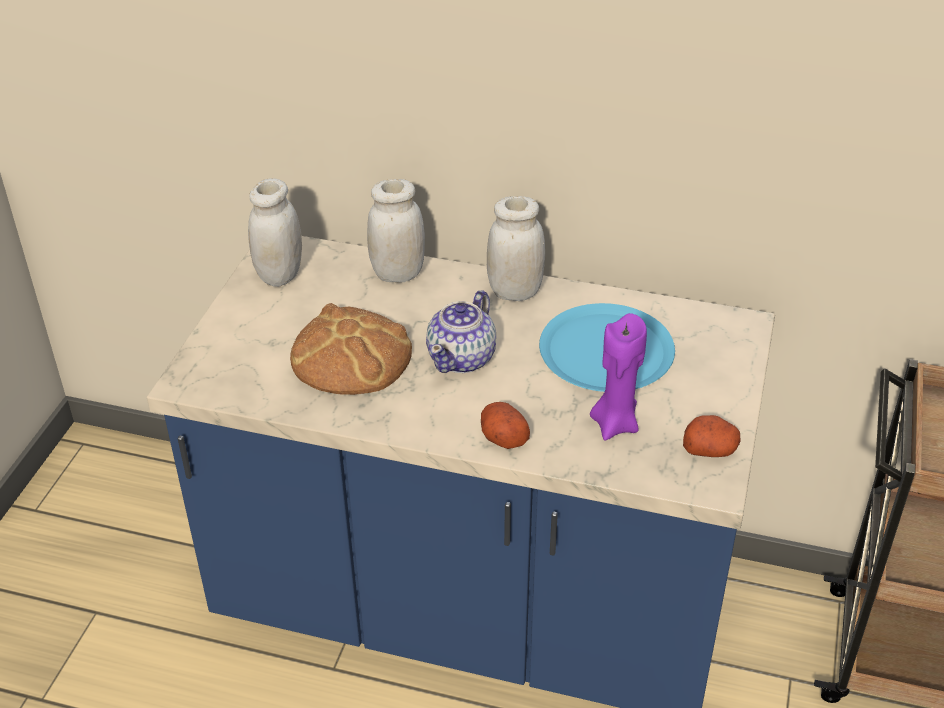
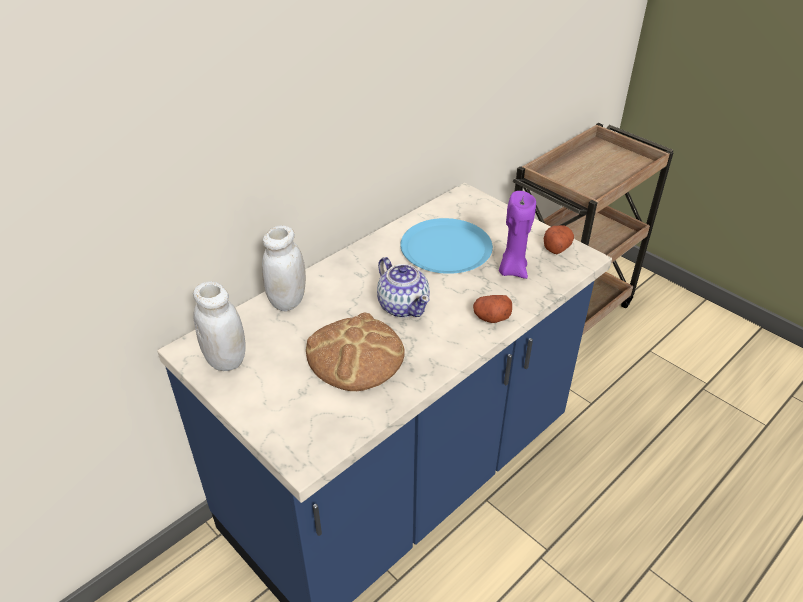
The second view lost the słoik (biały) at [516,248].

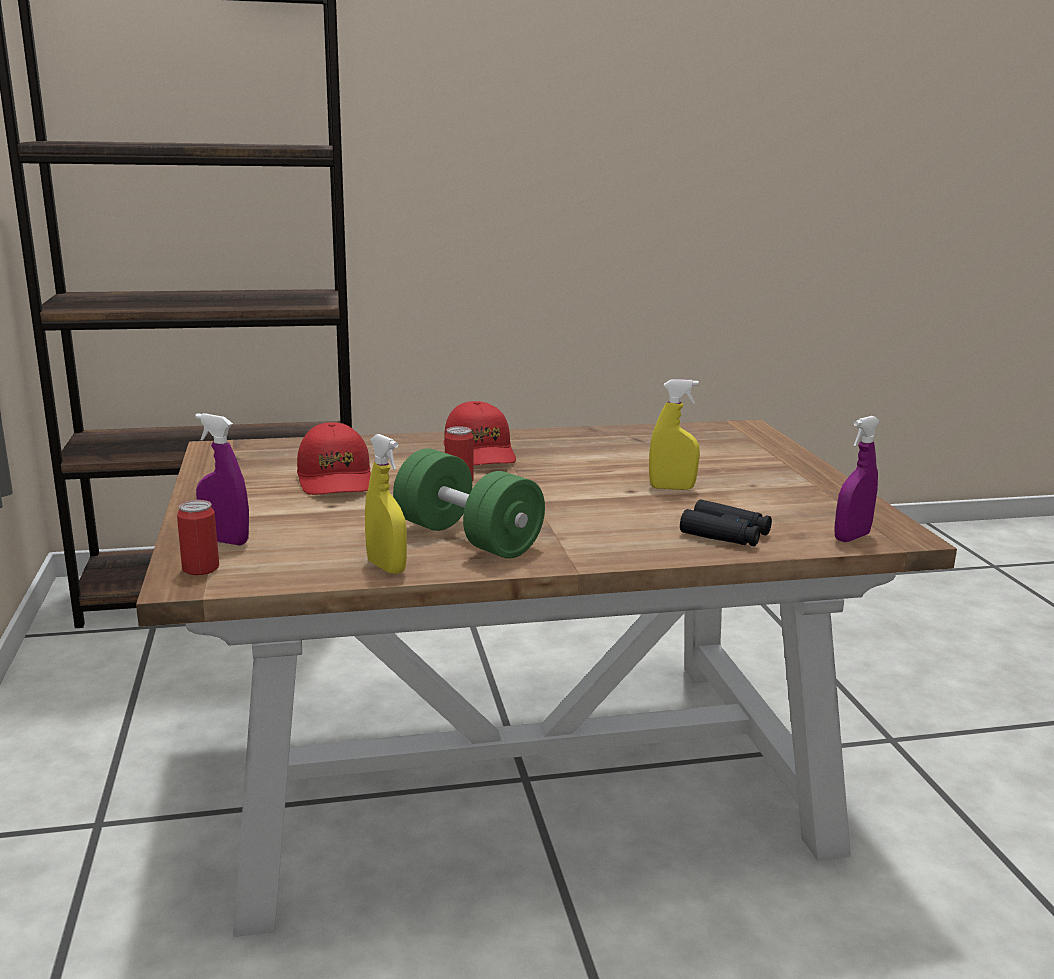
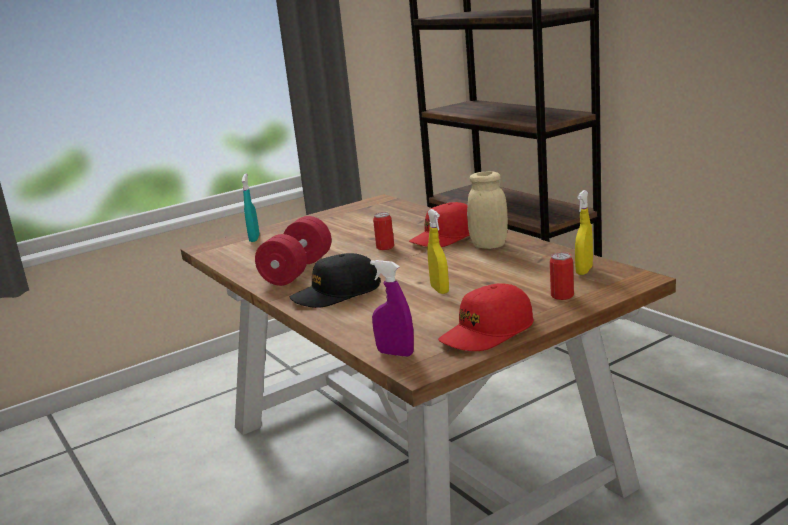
The puszka ended up elsewhere, having gone from [198,537] to [562,276].
What was the spryskiwacz (fioletowy) at [222,479] turned into the spryskiwacz (turkusowy) at [251,207].
The czapka z daszkiem (czerwony) ended up elsewhere, having gone from [334,458] to [486,317].
The spryskiwacz (żółty) ended up elsewhere, having gone from [386,504] to [584,232].
What was the hantel (zielony) at [469,503] turned into the hantel (czerwony) at [293,251].
The second view lost the lornetka (czarny) at [726,522].
The second view gained the czapka z daszkiem (czarny) at [335,280].
The second view gained the słoik (beżowy) at [487,210].

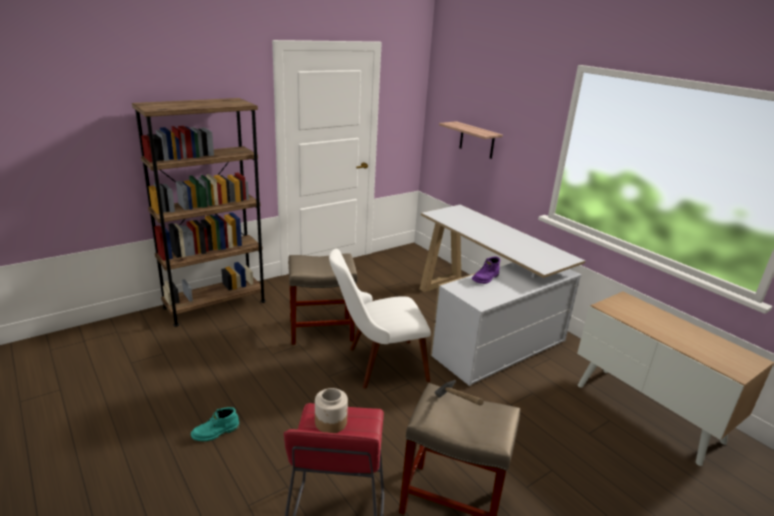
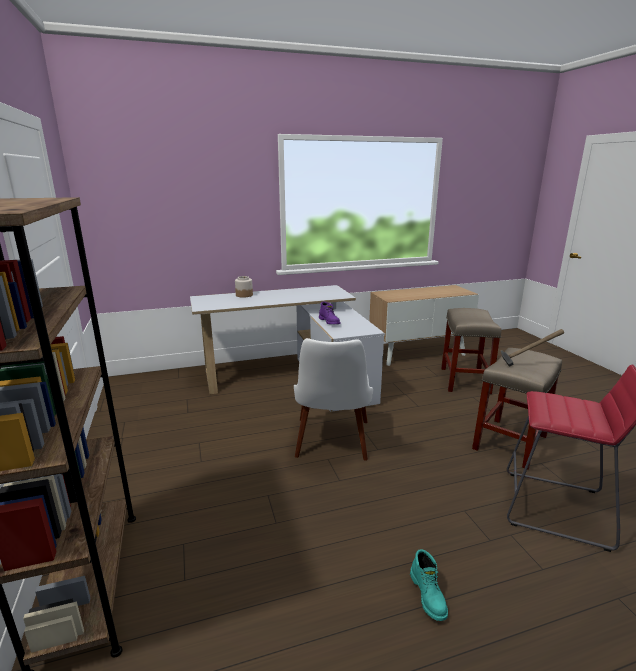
The stołek (beżowy) ended up elsewhere, having gone from [322,299] to [471,351].
The słoik ended up elsewhere, having gone from [331,410] to [244,287].
The second view lost the półka at [471,140].

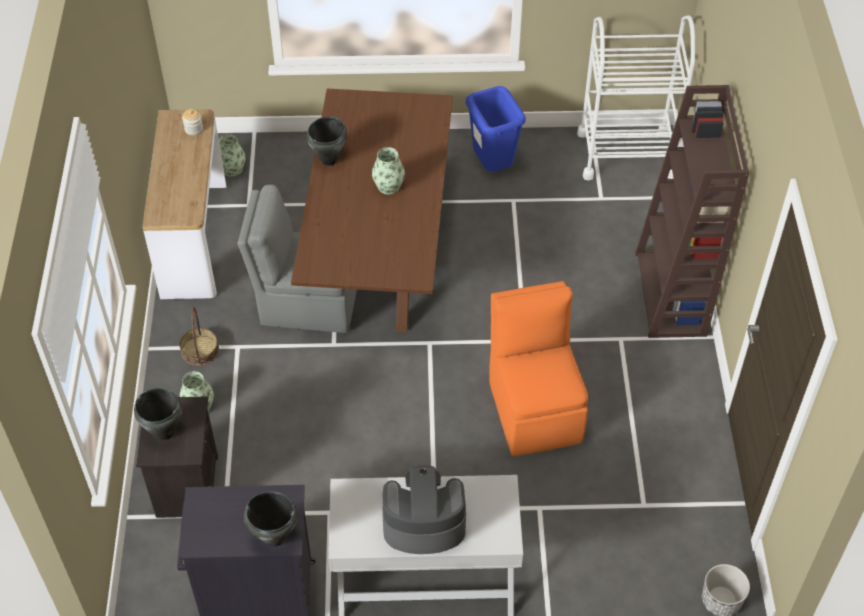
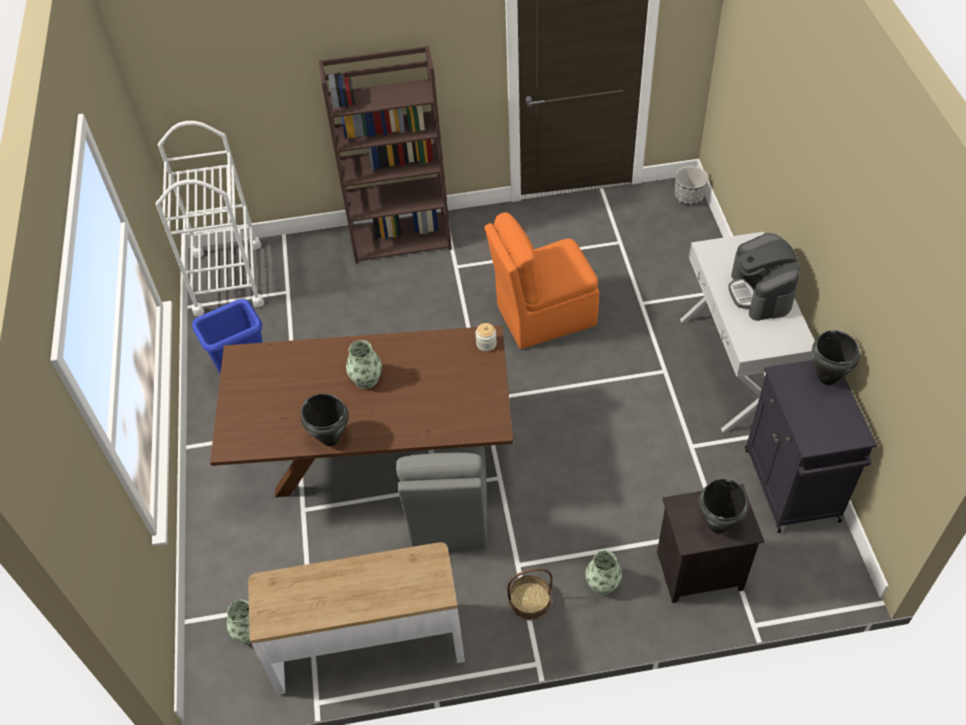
The słoik ended up elsewhere, having gone from [192,122] to [486,337].

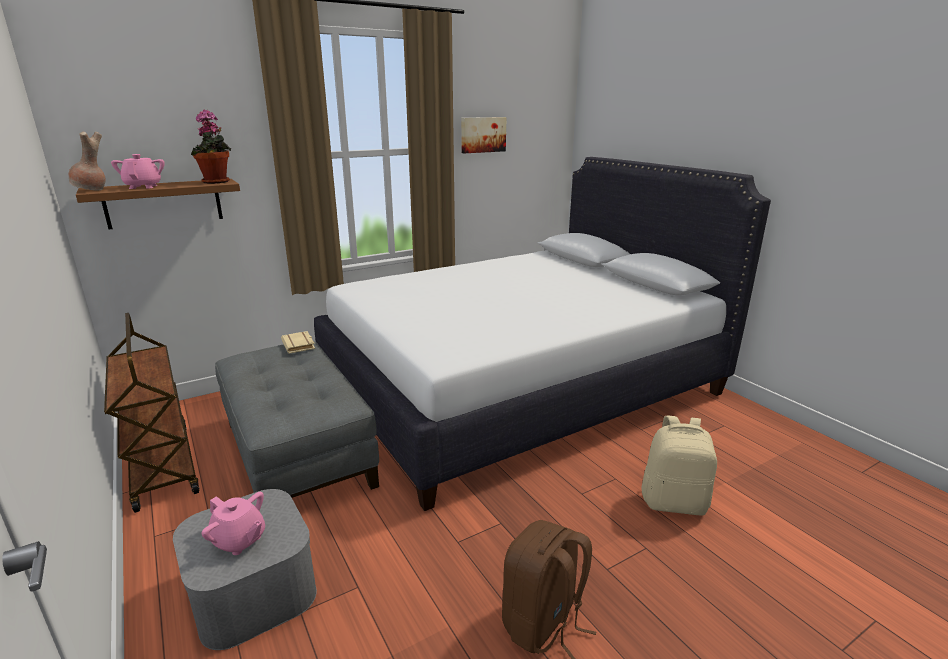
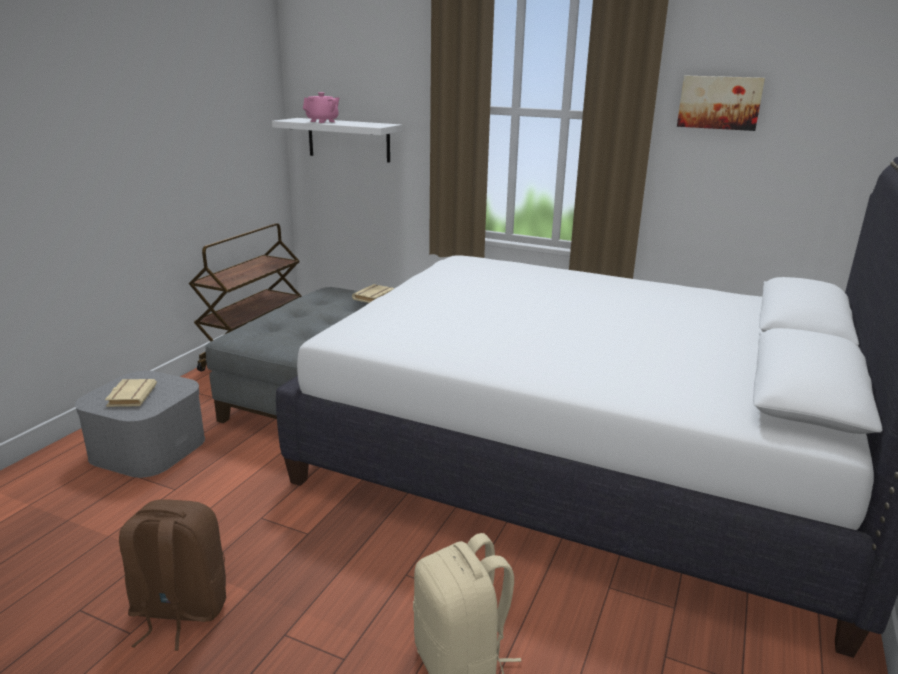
The second view lost the wazon (brązowy) at [87,161].
What was the półka (brązowy) at [158,204] turned into the półka (biały) at [337,140].
The second view lost the roślina doniczkowa at [211,147].
Where the imbryk (różowy) stood at [233,523], the książka (beżowy) came to stand at [131,393].

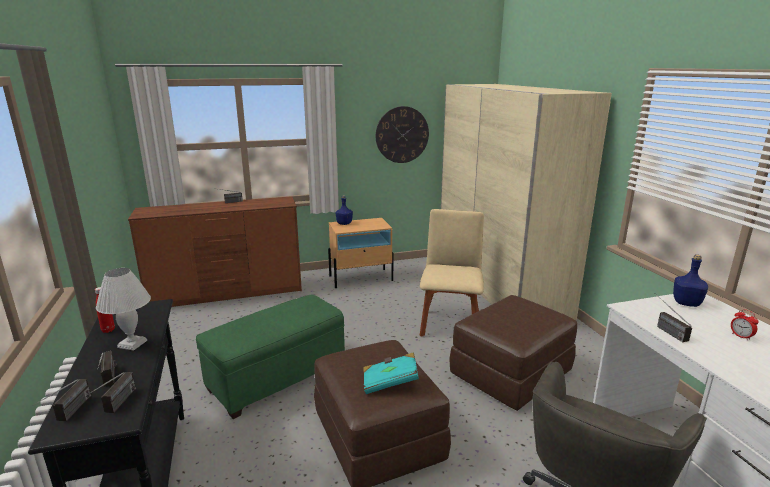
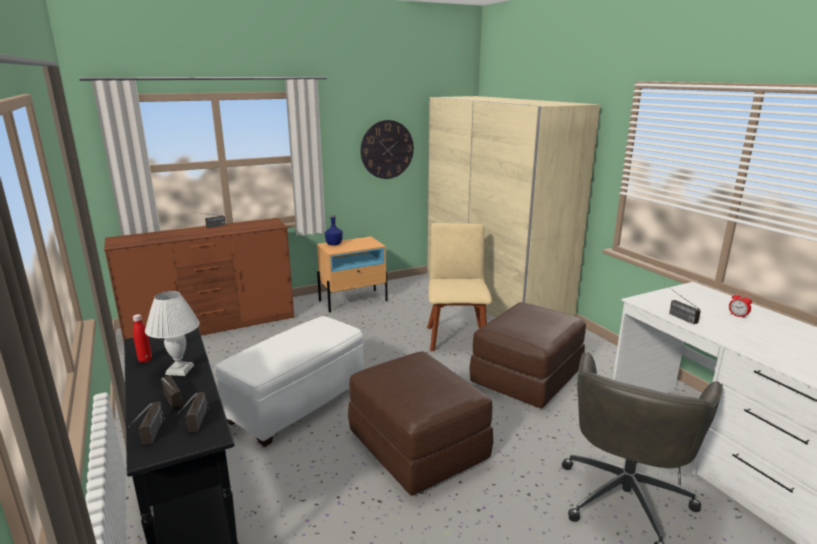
What was the pufa (zielony) at [270,357] turned into the pufa (biały) at [289,381].
The second view lost the książka (turkusowy) at [391,373].
The second view lost the butelka (niebieski) at [690,280].

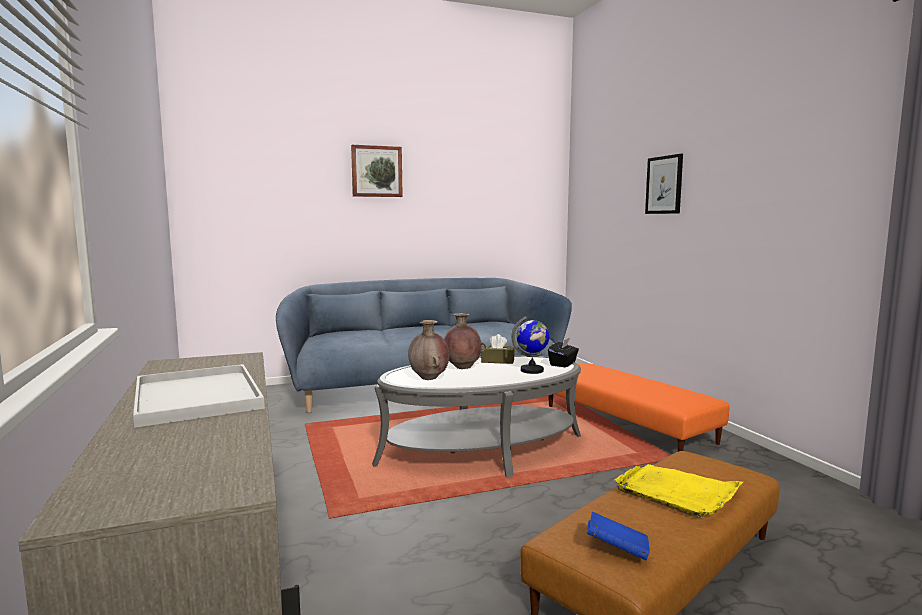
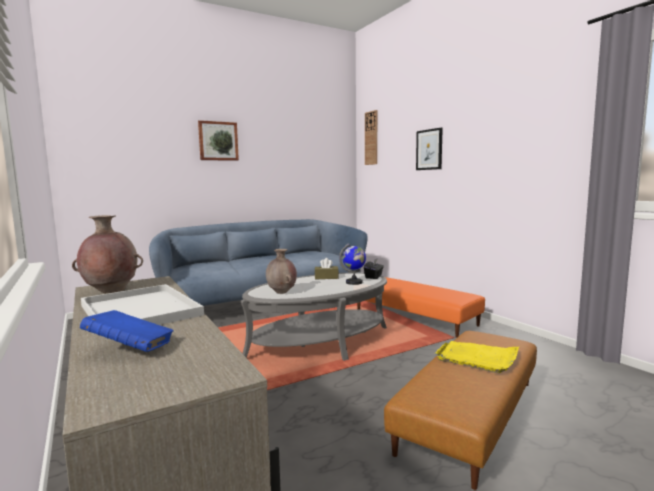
The wazon (brązowy) ended up elsewhere, having gone from [465,341] to [107,254].
The książka (niebieski) ended up elsewhere, having gone from [618,536] to [126,331].
The second view gained the zegar ścienny at [371,137].

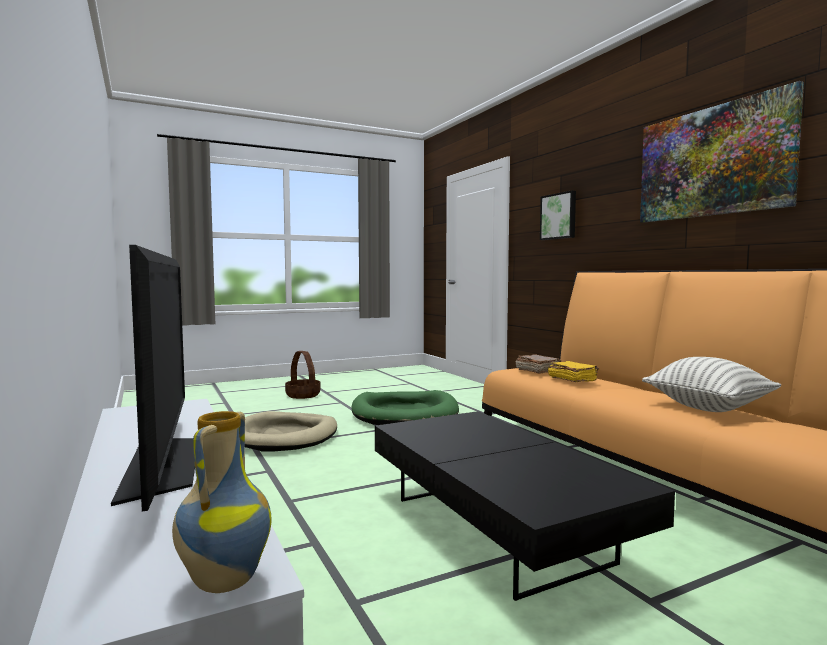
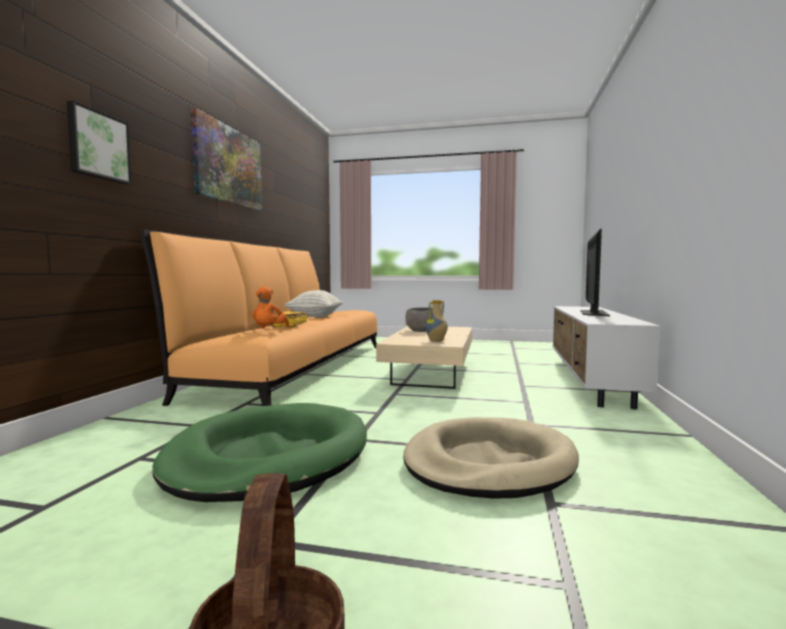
The wazon ended up elsewhere, having gone from [221,502] to [436,321].
What was the ława (czarny) at [525,506] turned into the ława (beżowy) at [424,357].
Where the książka (brązowy) stood at [538,364], the pluszak (pomarańczowy) came to stand at [271,307].
The second view gained the miska (szary) at [418,319].

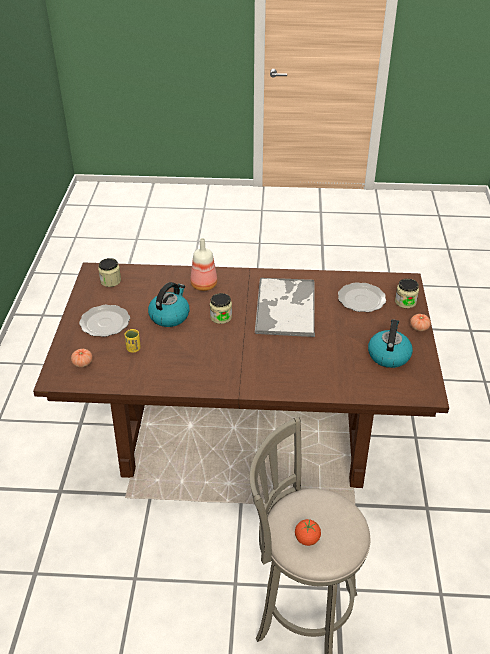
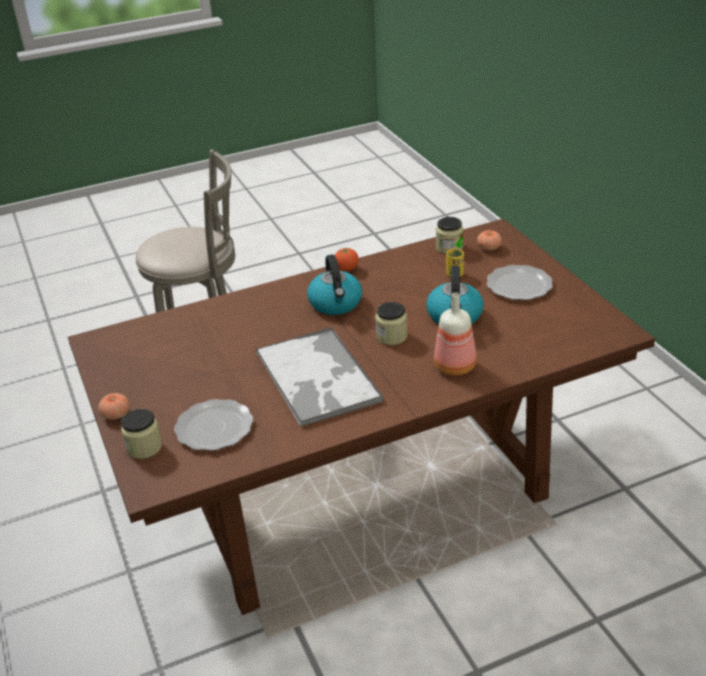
The słoik ended up elsewhere, having gone from [109,272] to [449,235].
The pomidor ended up elsewhere, having gone from [308,532] to [347,259].
The czajnik ended up elsewhere, having gone from [390,343] to [334,284].

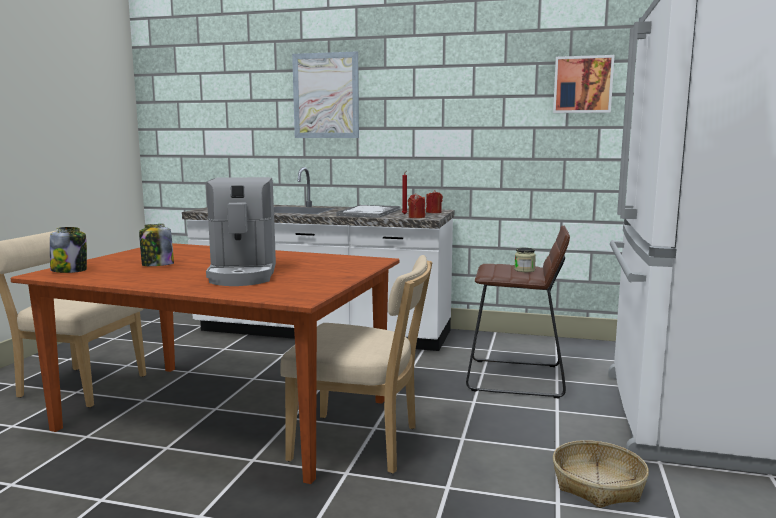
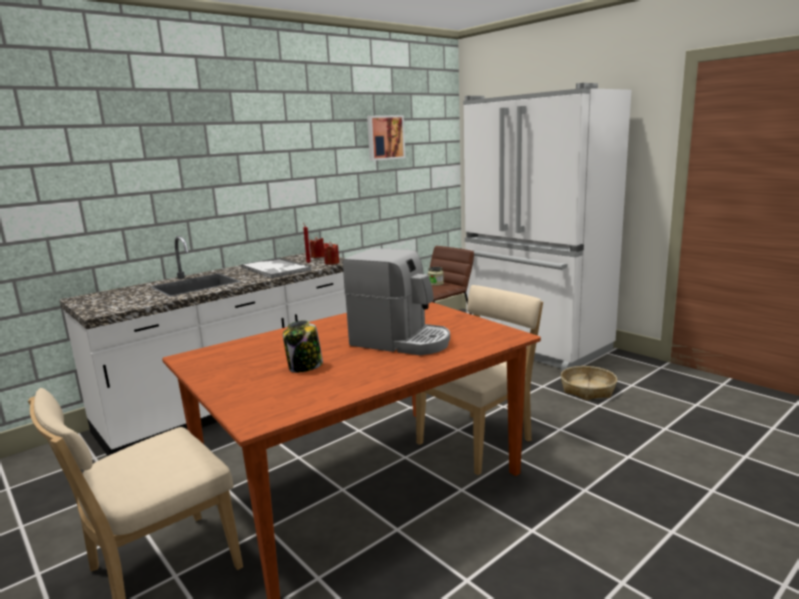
The second view lost the słoik at [68,250].
The second view lost the obraz at [325,94].

